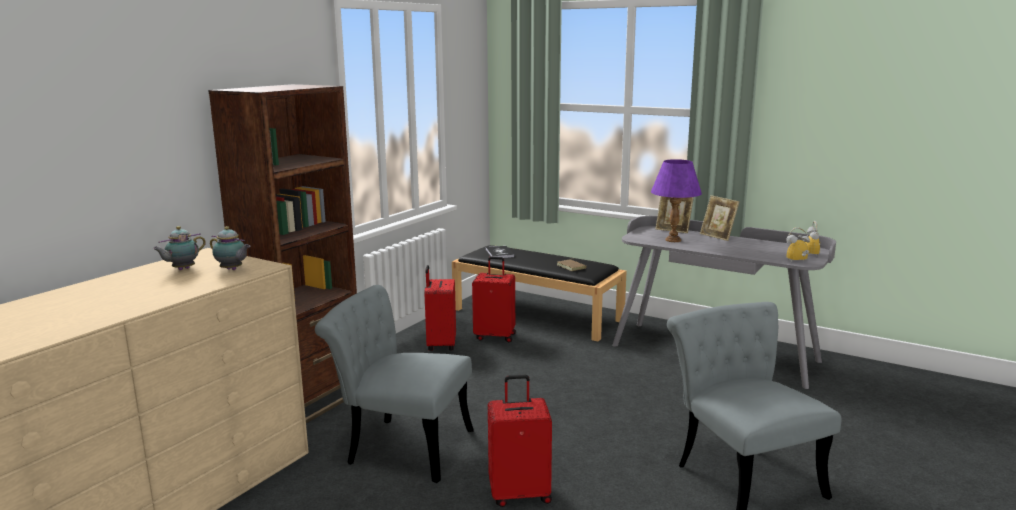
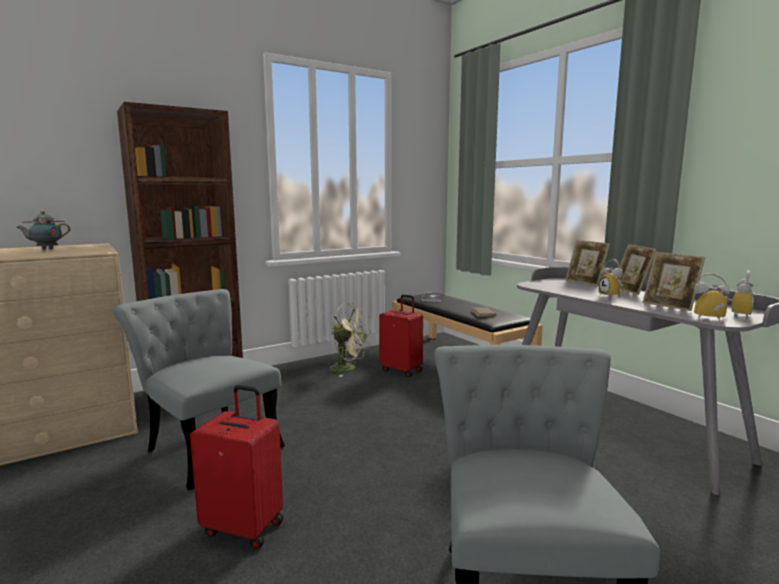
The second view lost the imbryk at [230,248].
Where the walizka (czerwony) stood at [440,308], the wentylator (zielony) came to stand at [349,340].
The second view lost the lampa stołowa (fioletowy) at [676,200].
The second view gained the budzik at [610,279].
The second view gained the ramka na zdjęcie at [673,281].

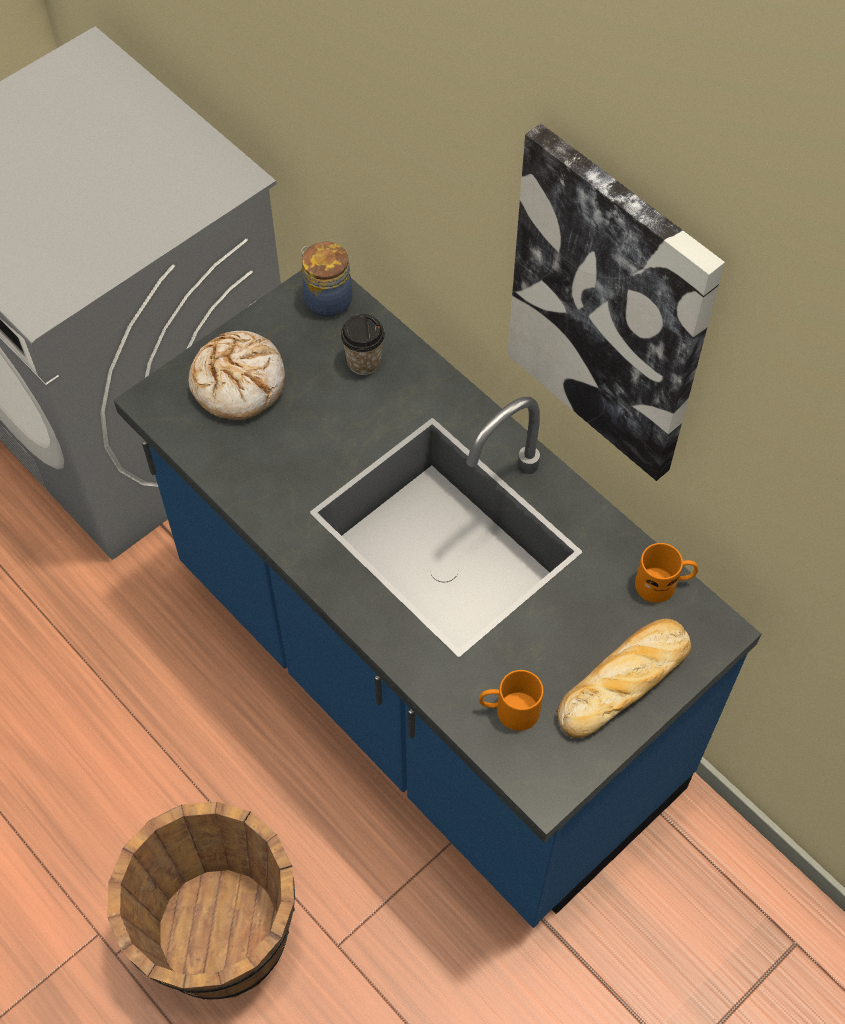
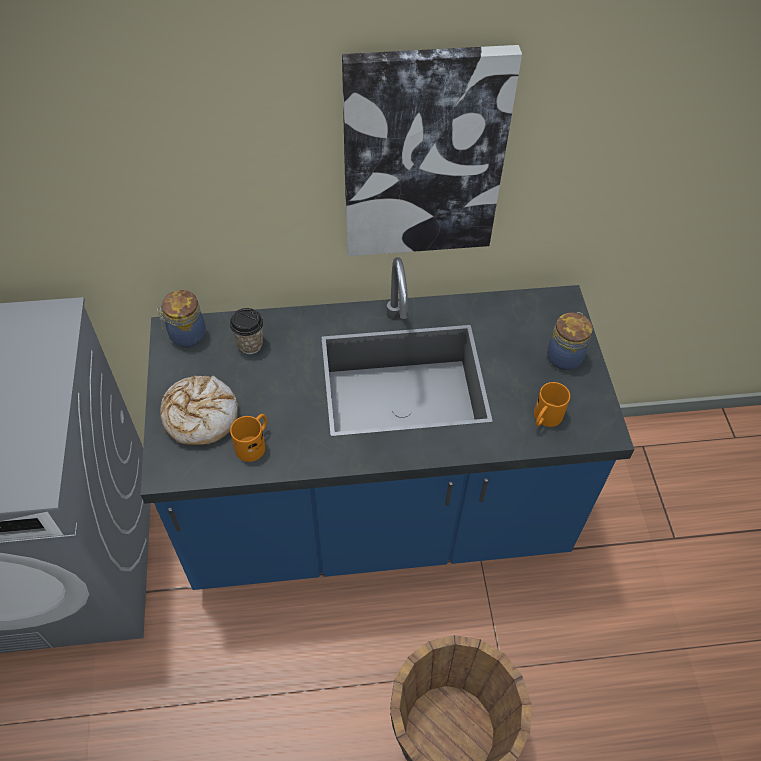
Where the chleb stood at [624,678], the słoik came to stand at [570,341].
The kubek (pomarańczowy) ended up elsewhere, having gone from [666,573] to [248,438].

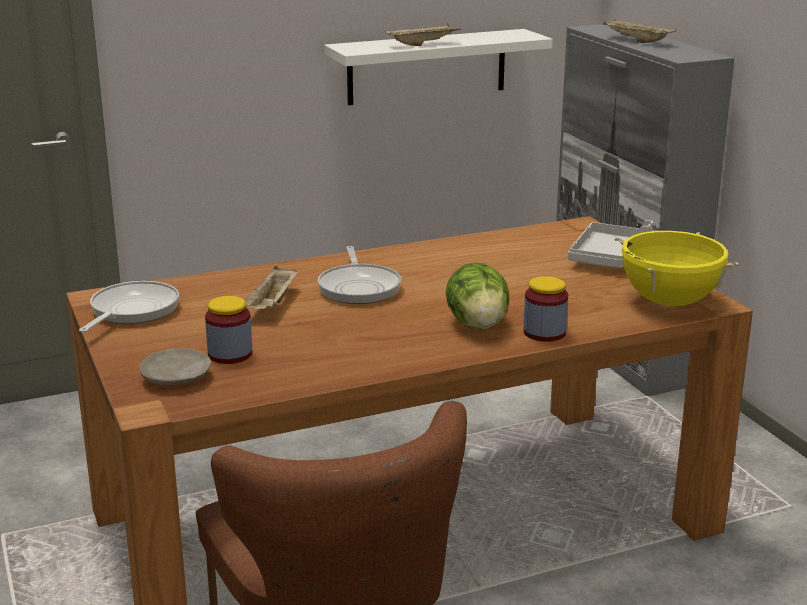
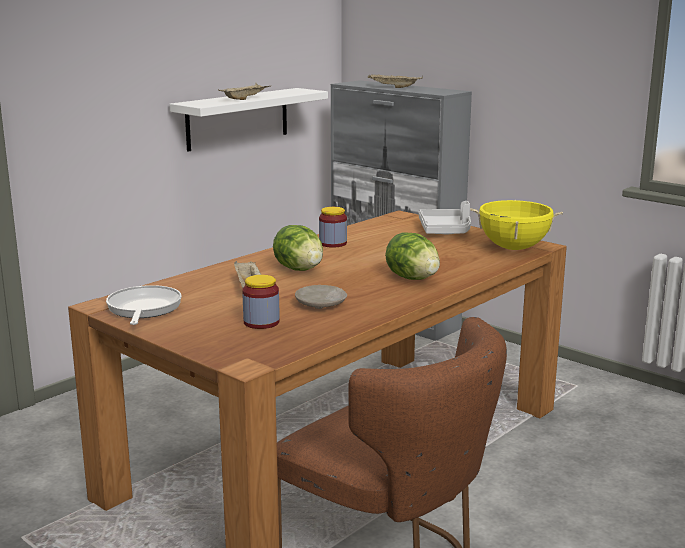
The talerz (beżowy) ended up elsewhere, having gone from [175,367] to [321,297].
Where the patelnia stood at [360,275], the sałata came to stand at [298,248].
The słoik ended up elsewhere, having gone from [545,309] to [333,227].

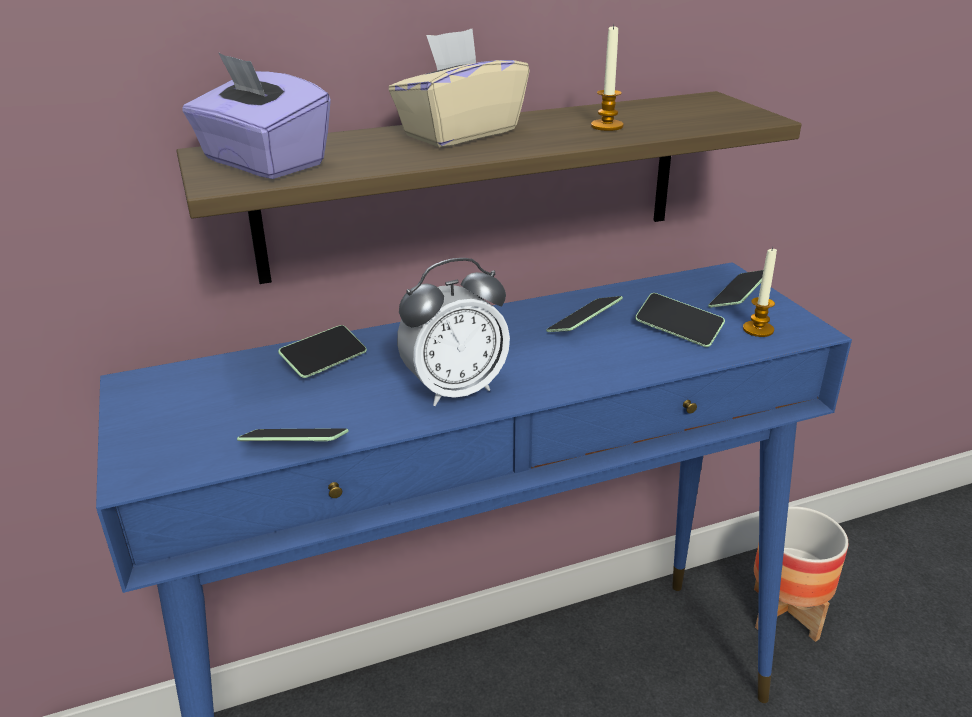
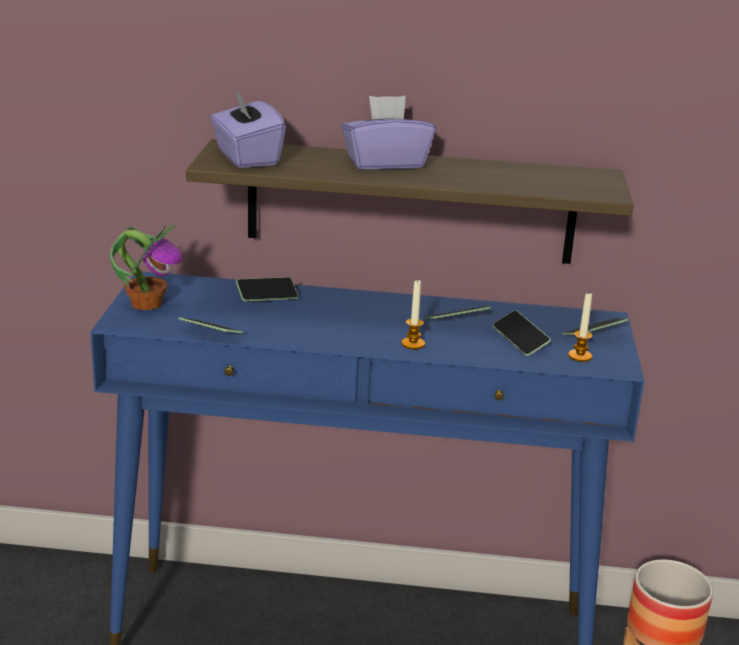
What was the pudełko chusteczek (beżowy) at [459,88] turned into the pudełko chusteczek (fioletowy) at [388,133].
The second view lost the budzik at [453,332].
The świeca ended up elsewhere, having gone from [607,77] to [413,315].
The second view gained the roślina doniczkowa at [146,267].

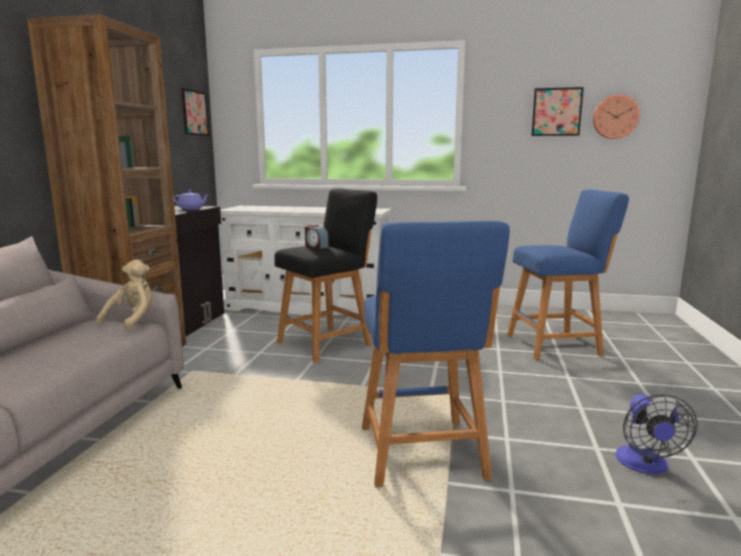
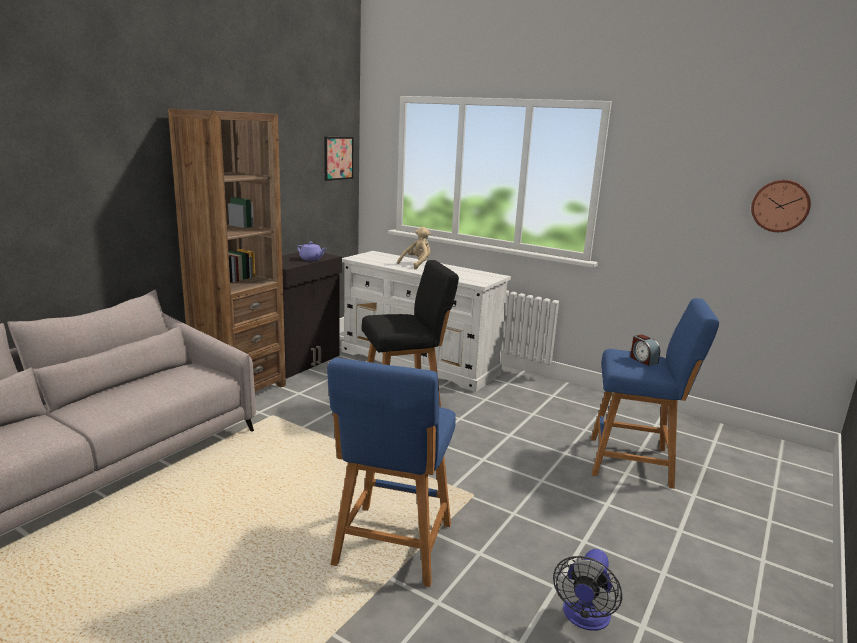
The pluszak (beżowy) ended up elsewhere, having gone from [124,295] to [414,248].
The budzik ended up elsewhere, having gone from [317,237] to [645,350].
The second view lost the obraz at [557,111].

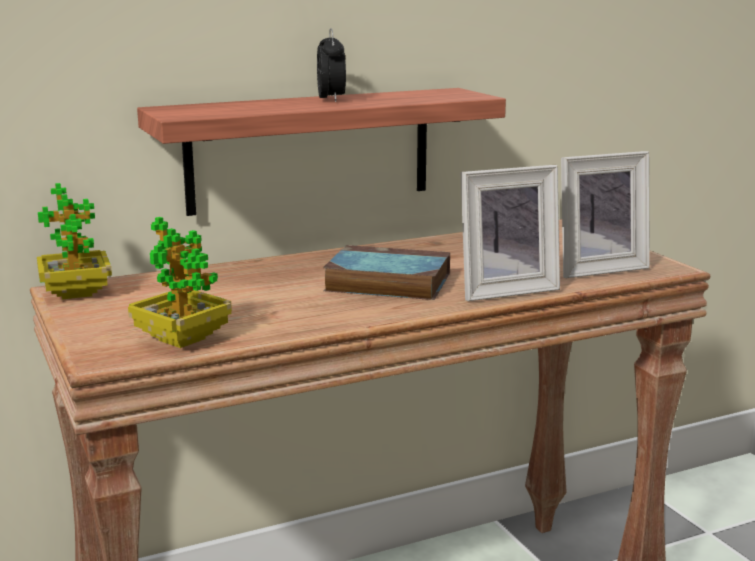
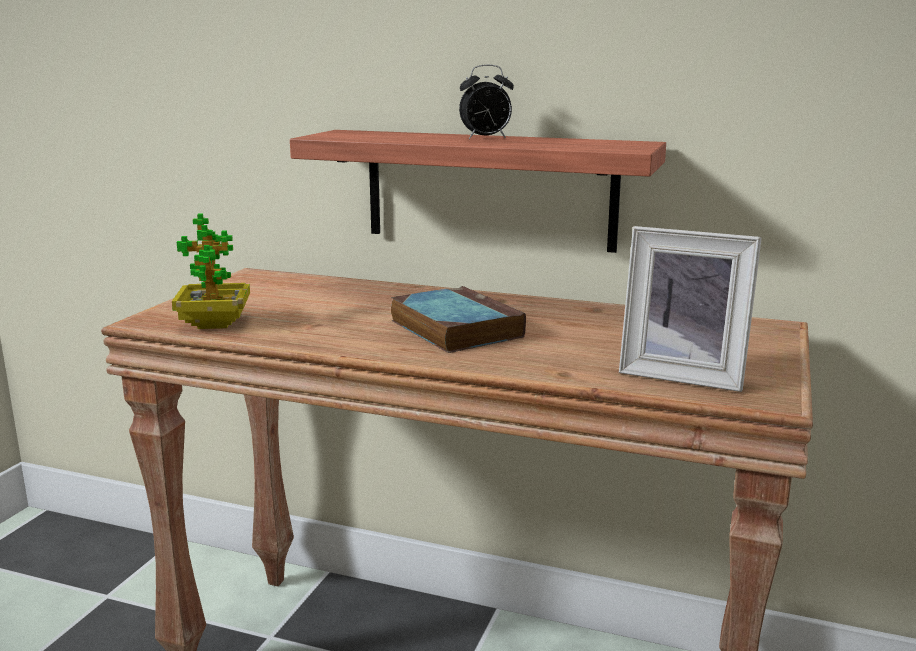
The second view lost the roślina doniczkowa at [74,241].
The budzik at [331,65] ended up facing another way, 45 degrees clockwise from before.
The second view lost the ramka na zdjęcie at [510,233].

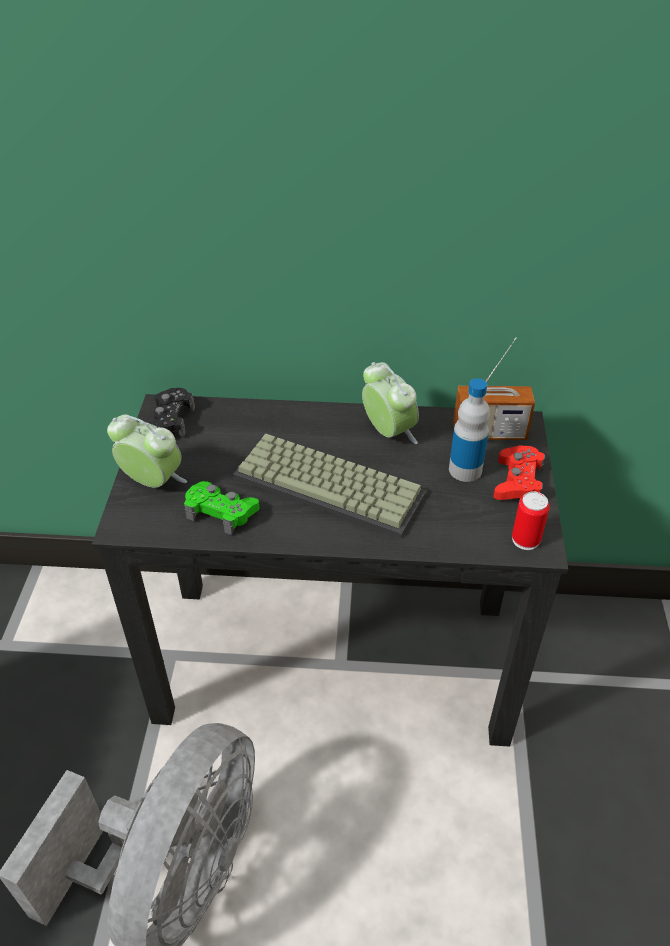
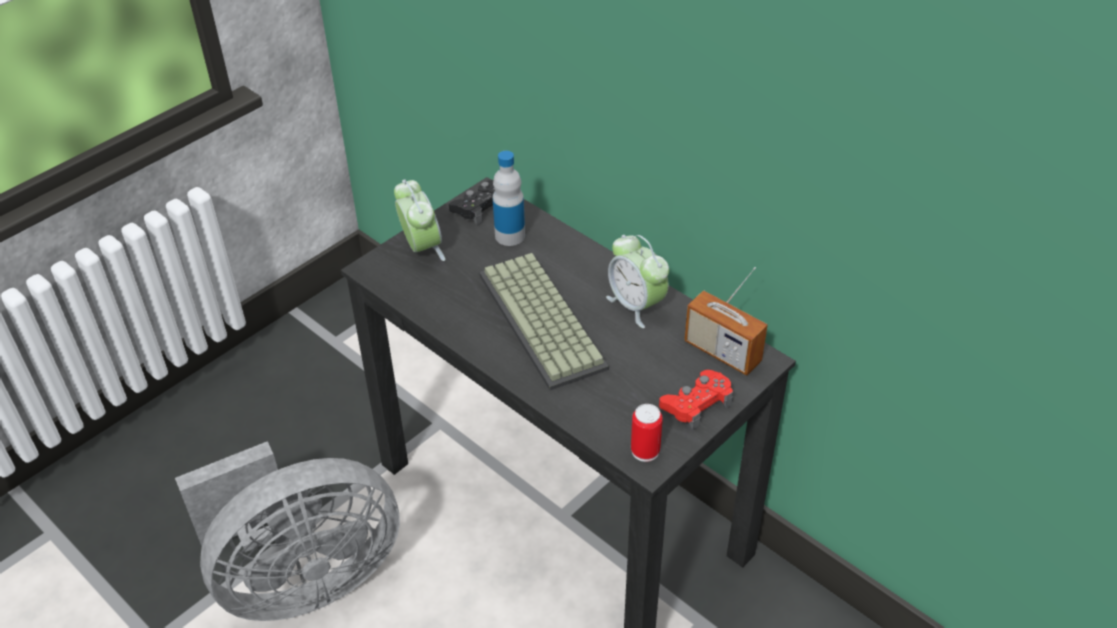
The second view lost the pad do gier (zielony) at [221,508].
The budzik at [390,403] ended up facing another way, 135 degrees clockwise from before.
The butelka ended up elsewhere, having gone from [469,430] to [509,198].

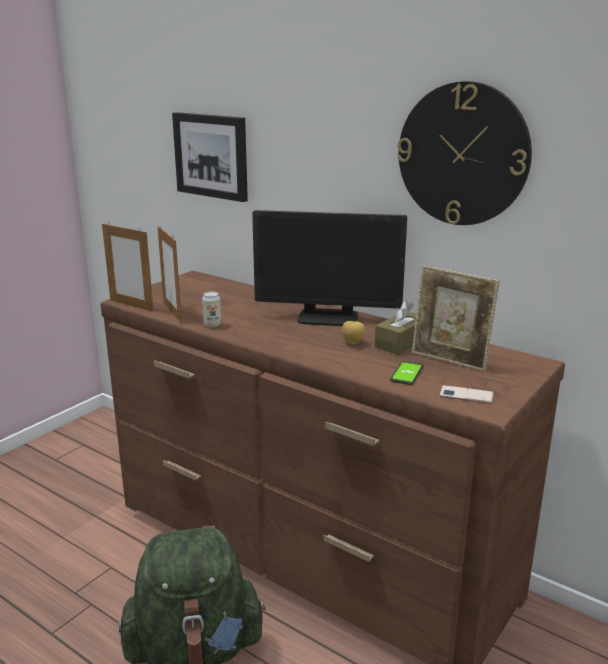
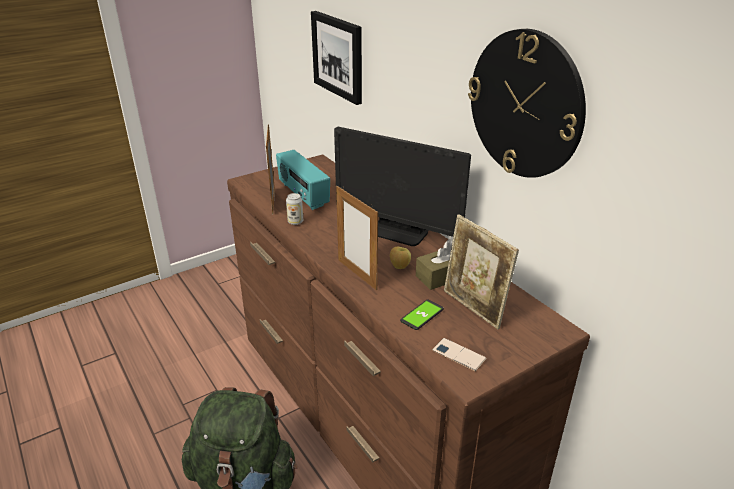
The ramka na zdjęcie ended up elsewhere, having gone from [128,268] to [357,238].
The second view gained the radio at [303,180].

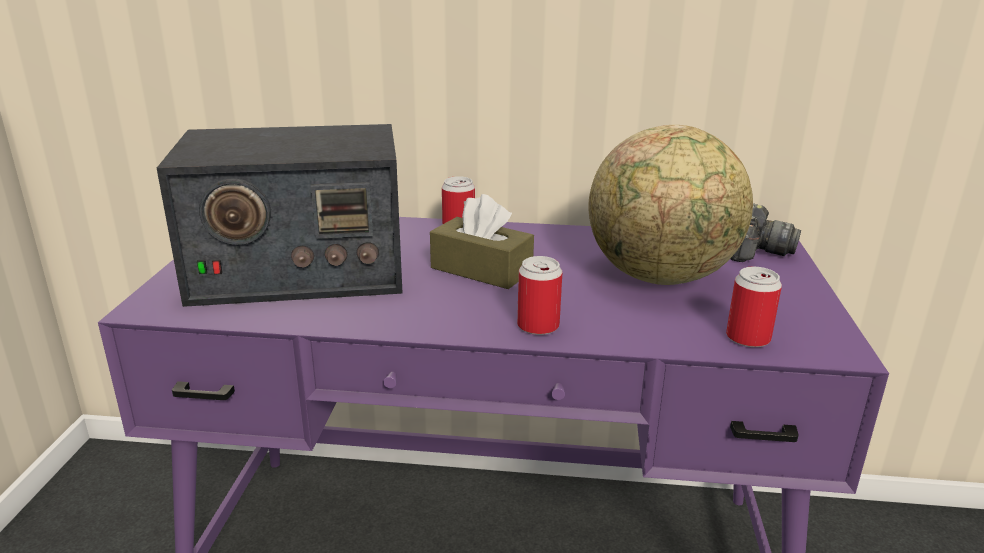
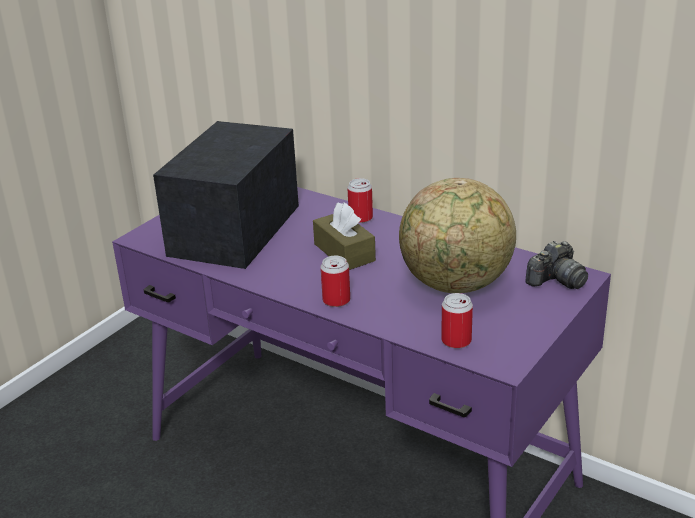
The radio at [280,215] ended up facing another way, 90 degrees clockwise from before.

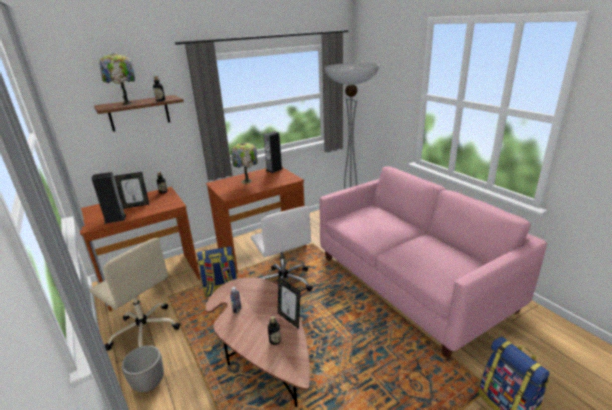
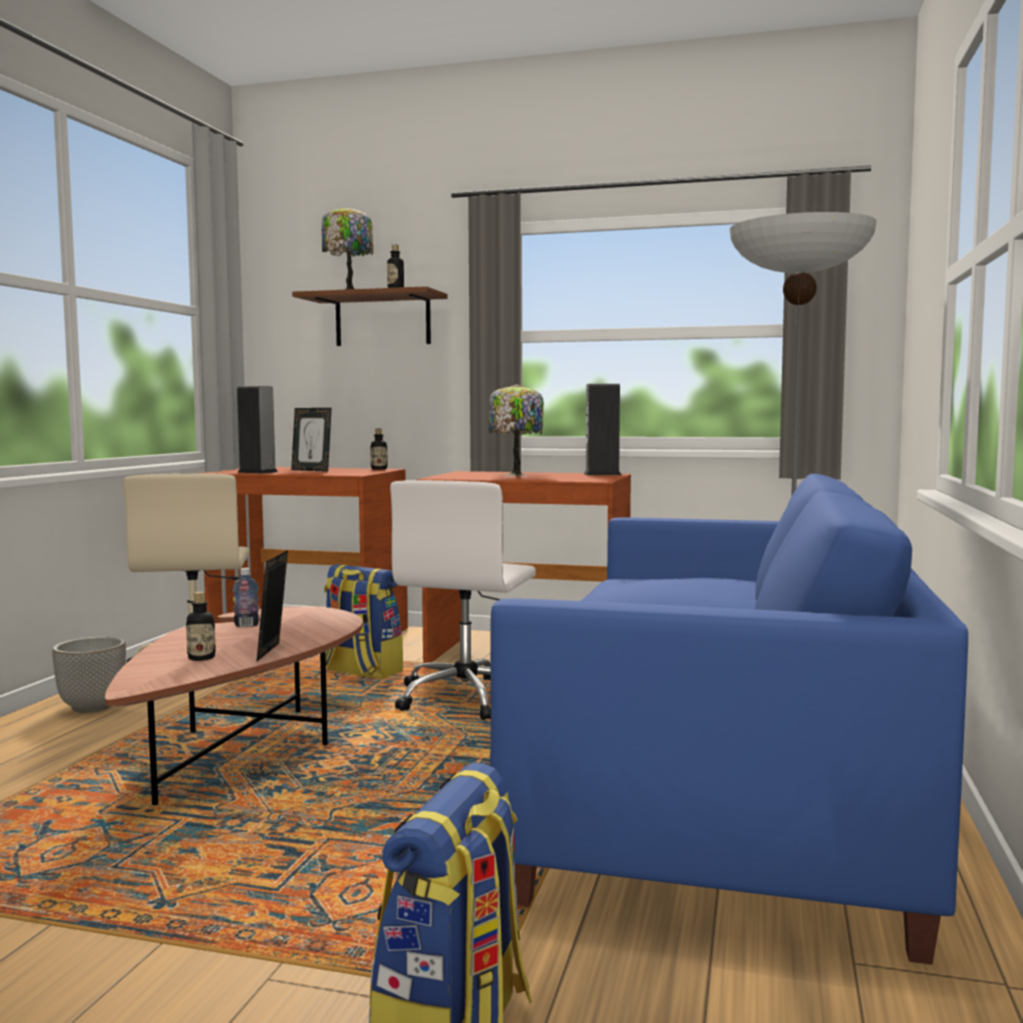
What was the kanapa (różowy) at [433,262] turned into the kanapa (niebieski) at [729,719].

